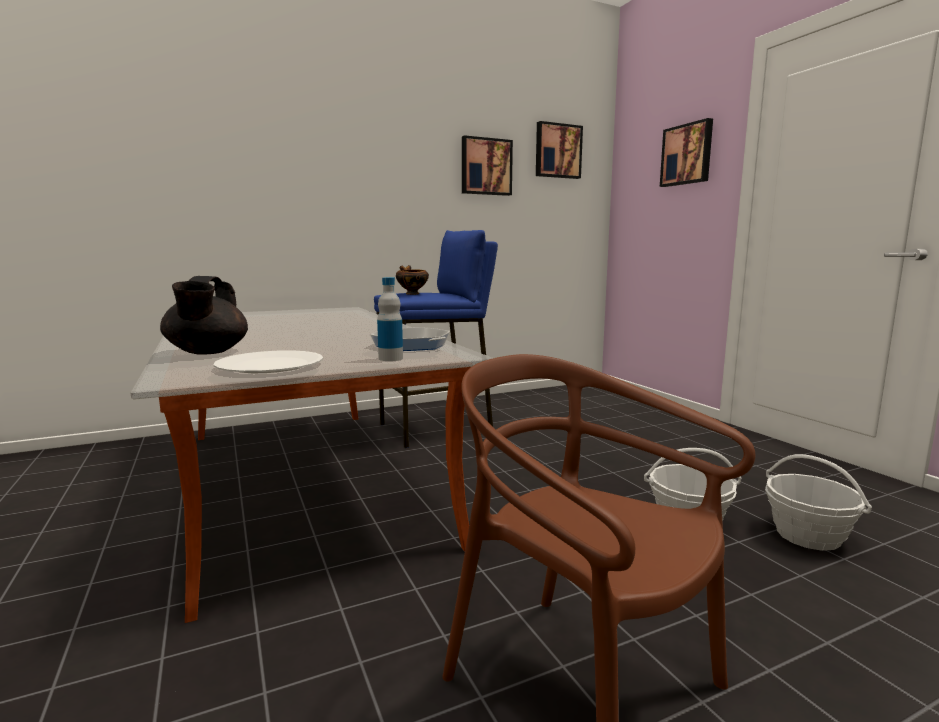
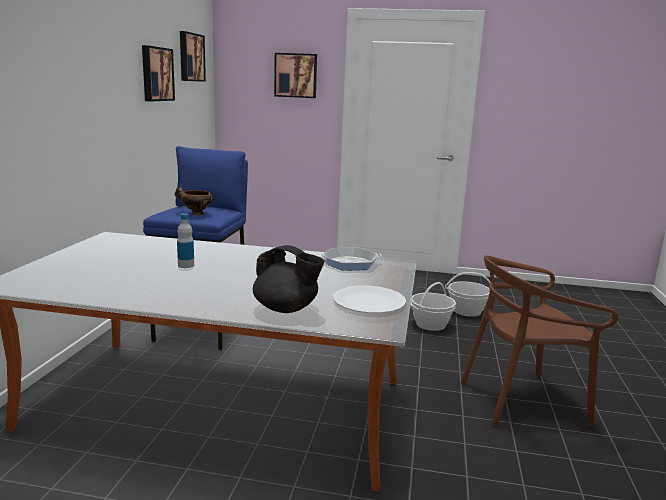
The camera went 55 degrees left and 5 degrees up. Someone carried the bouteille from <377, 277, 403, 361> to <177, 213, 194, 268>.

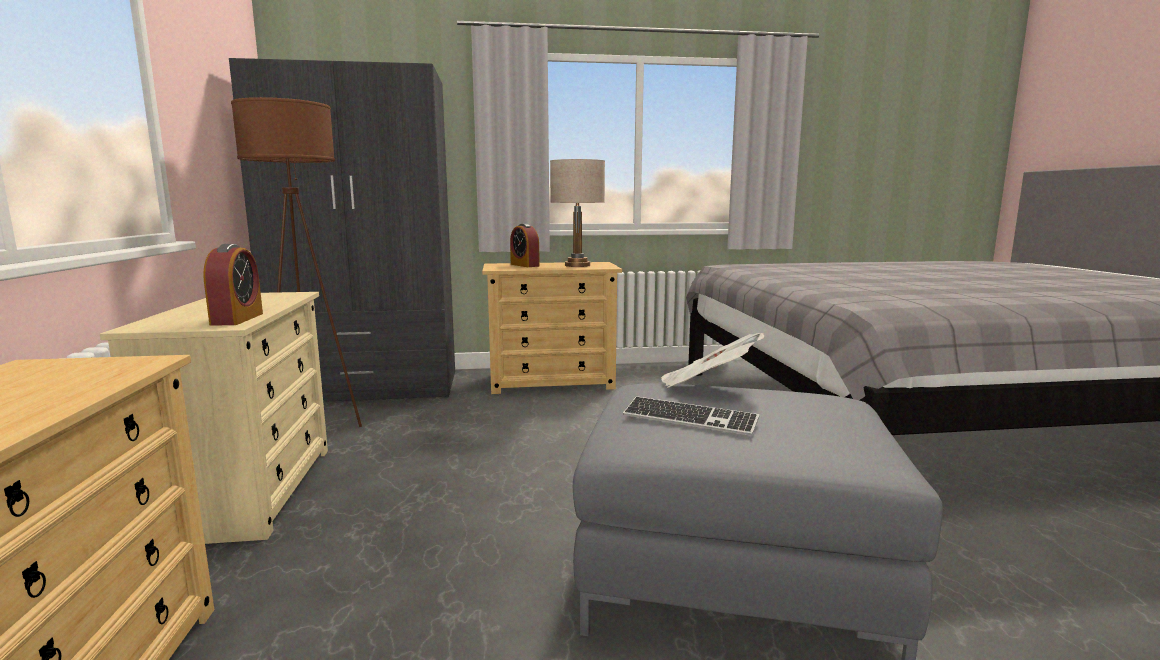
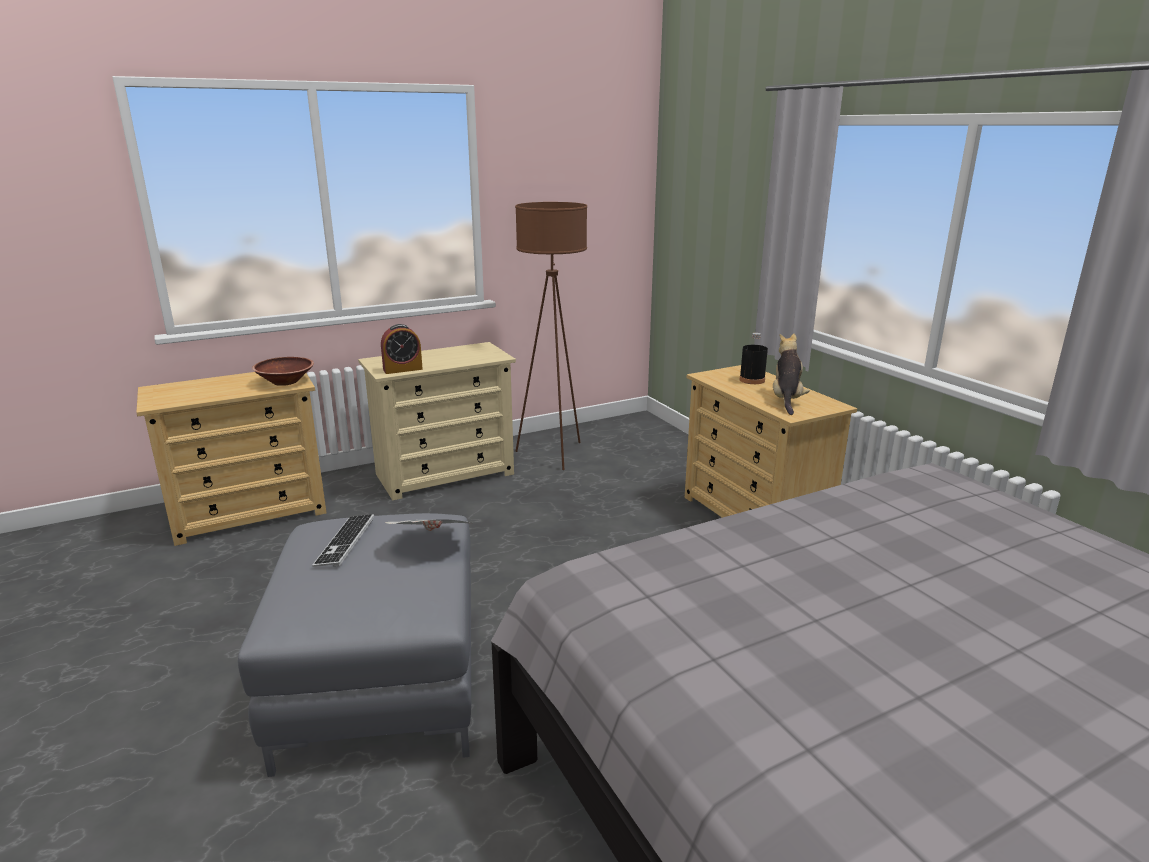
The camera went 70 degrees right and 10 degrees up. Someone took away the armoire (gris) at <229, 58, 455, 402>. Someone swapped the lampe de table (beige) at <550, 159, 605, 267> for the peluche at <773, 333, 810, 415>. Someone swapped the réveil at <510, 224, 540, 267> for the bouteille (noir) at <739, 333, 768, 384>. Someone put down the bol (marron) at <252, 357, 314, 386>.

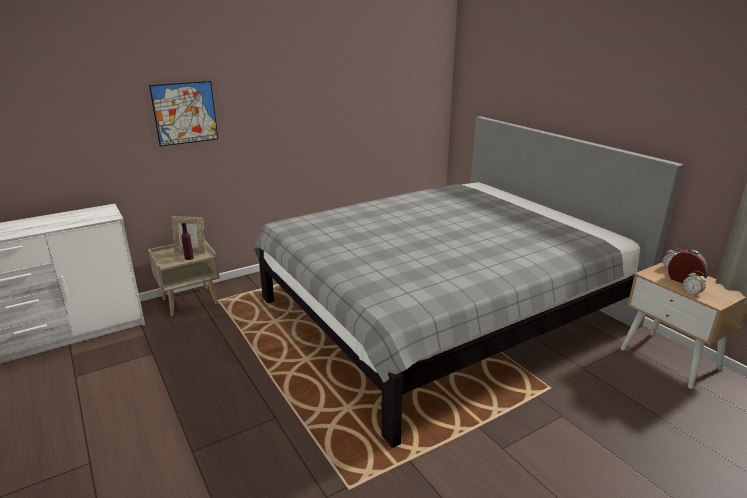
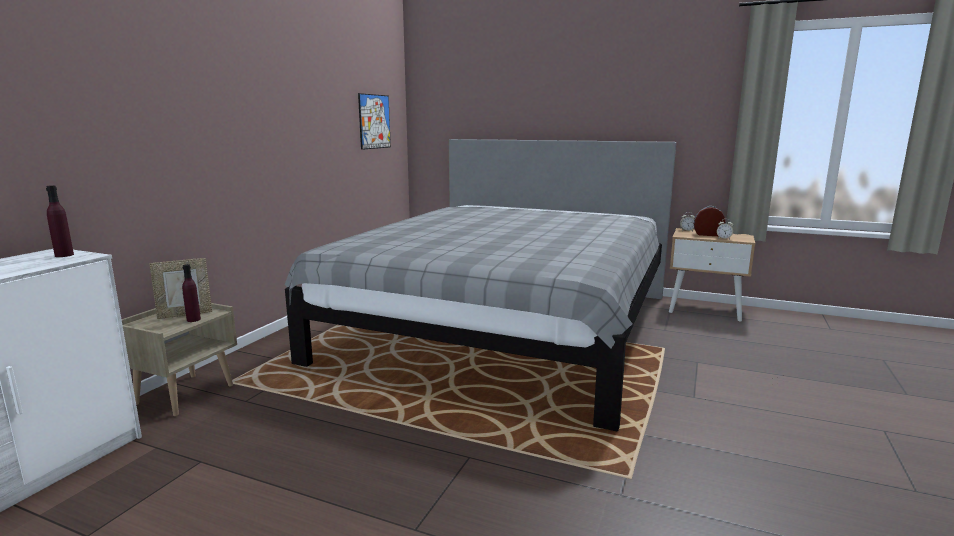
The camera went 35 degrees left and 10 degrees down. Someone carried the tableau from <149, 81, 218, 146> to <358, 93, 391, 150>. Someone put down the bouteille (violet) at <46, 185, 74, 257>.

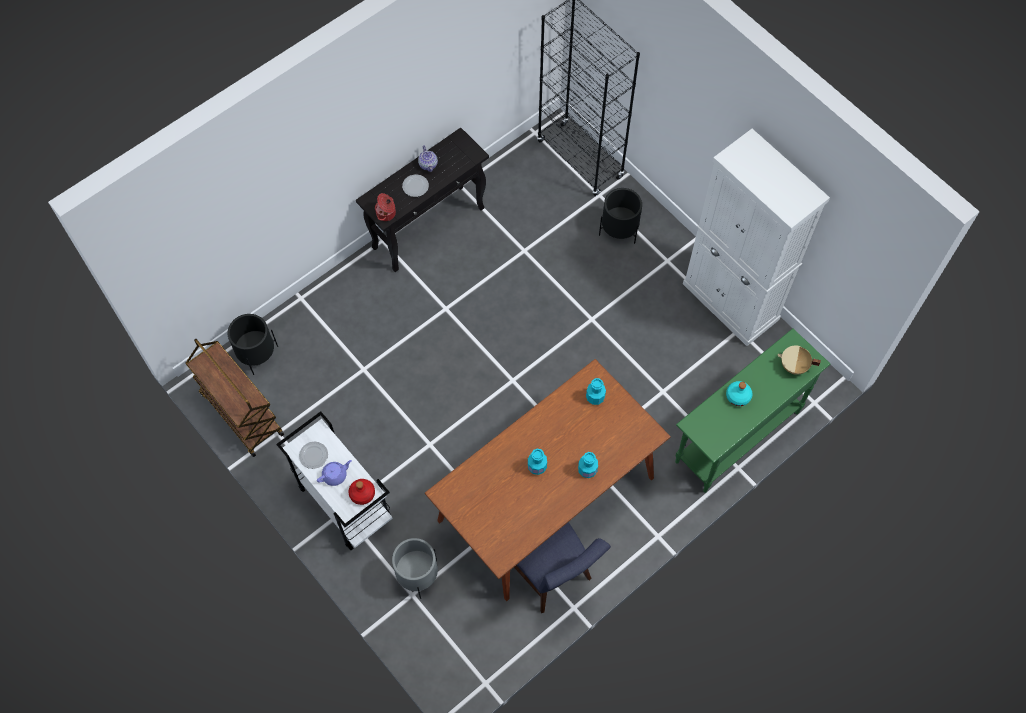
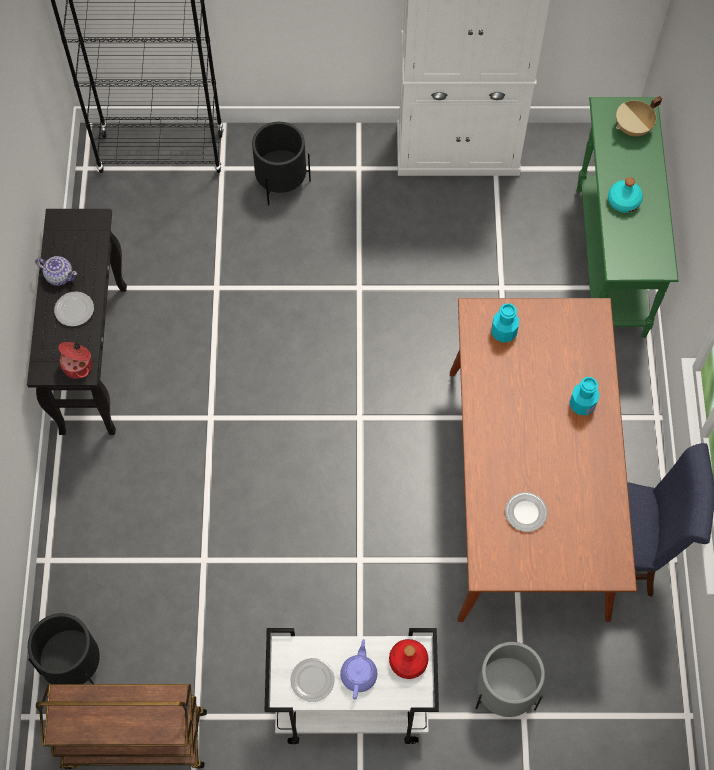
The camera went 50 degrees left and 0 degrees up. Someone took away the bouteille (turquoise) at <528, 449, 547, 475>. Someone put down the assiette at <505, 492, 548, 532>.

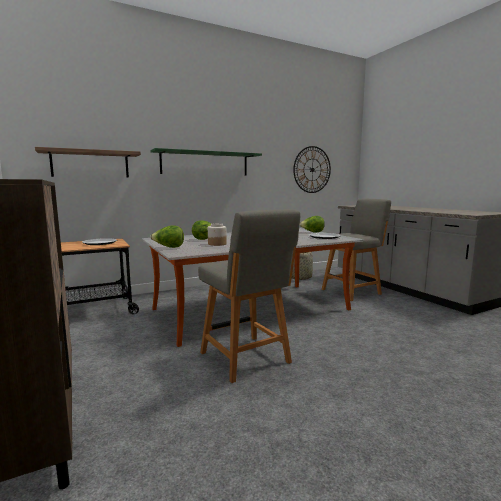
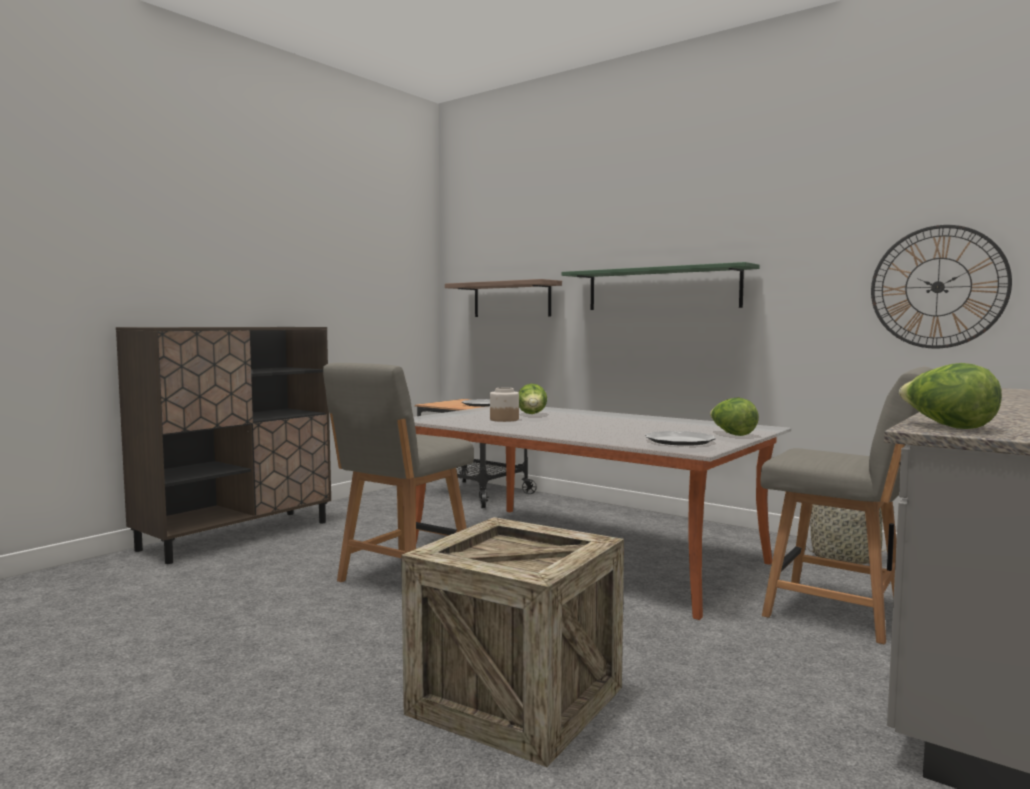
The camera went 65 degrees right and 5 degrees down. Someone carried the laitue from <150, 225, 184, 248> to <899, 363, 1002, 429>. Someone put down the caisse at <401, 517, 624, 767>.

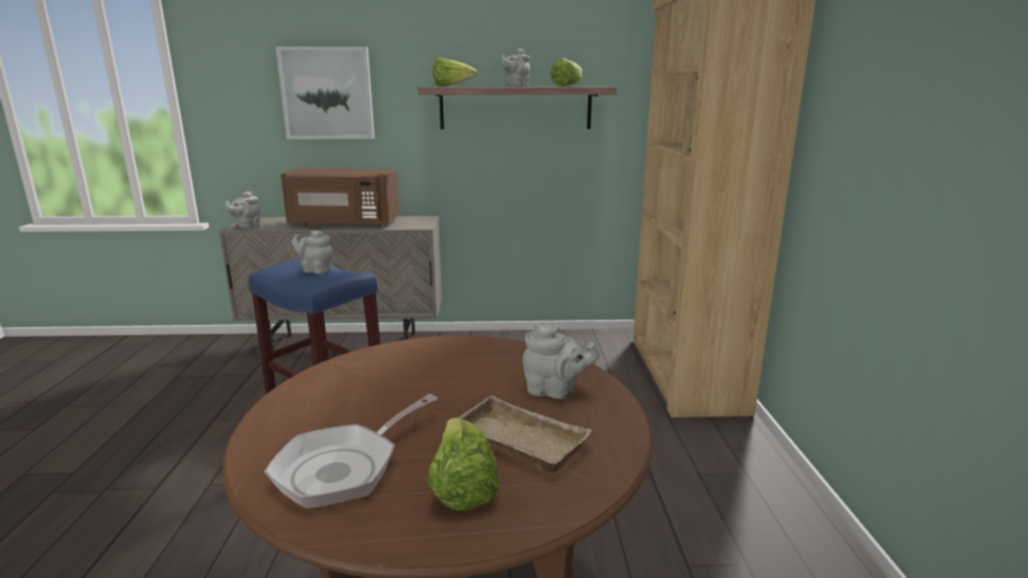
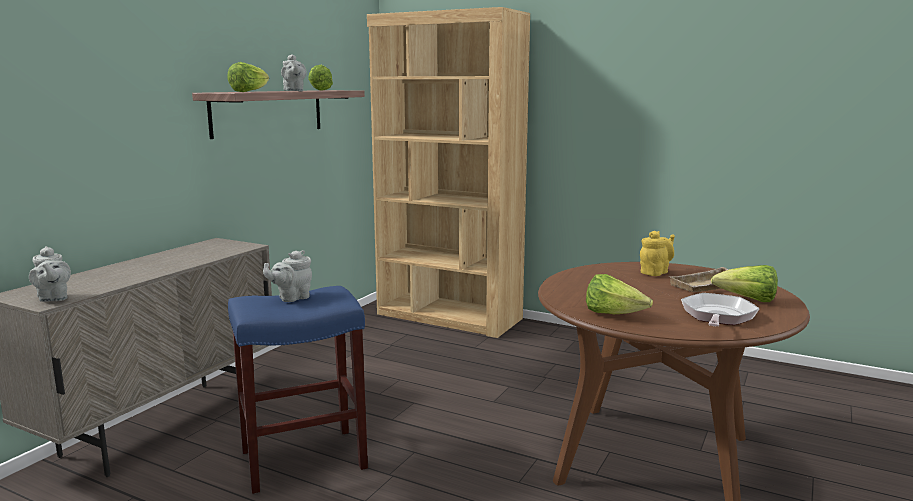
The camera went 60 degrees left and 5 degrees down. Someone took away the tableau at <276, 47, 374, 139>. Someone took away the micro-ondes (marron) at <281, 168, 399, 227>. Someone repainted the théière (gris) at <523, 323, 600, 399>, which became the théière (jaune) at <640, 231, 675, 276>. Someone rotated the poêle at <264, 394, 438, 509> by 135 degrees counterclockwise. Someone put down the laitue at <586, 274, 653, 314>.

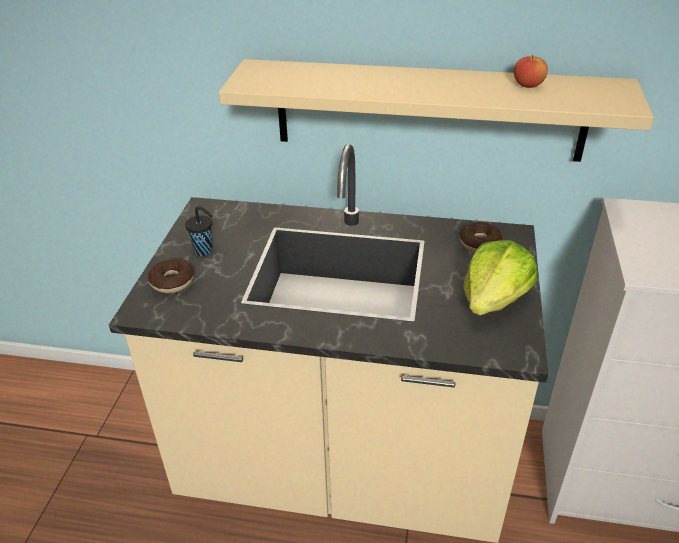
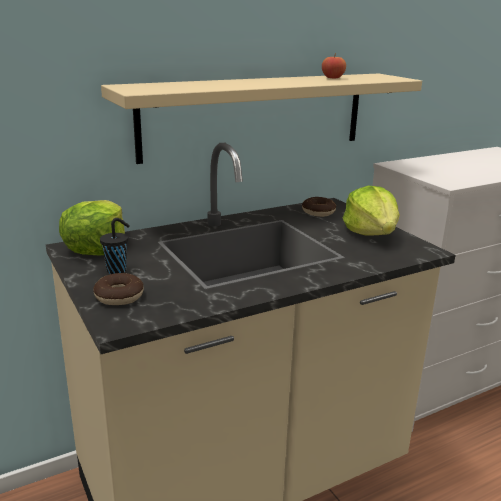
The camera went 40 degrees left and 15 degrees down. Someone put down the laitue at <59, 200, 125, 255>.

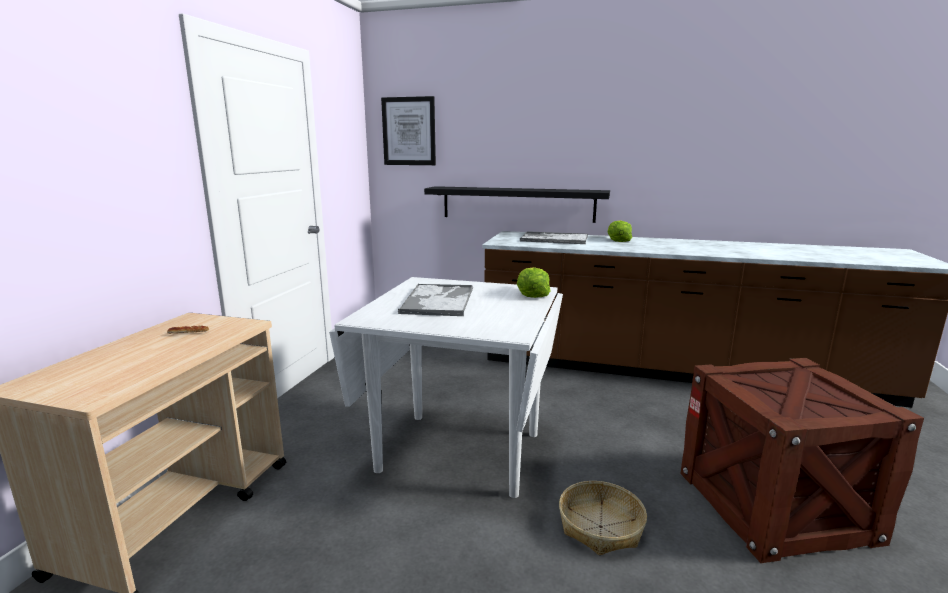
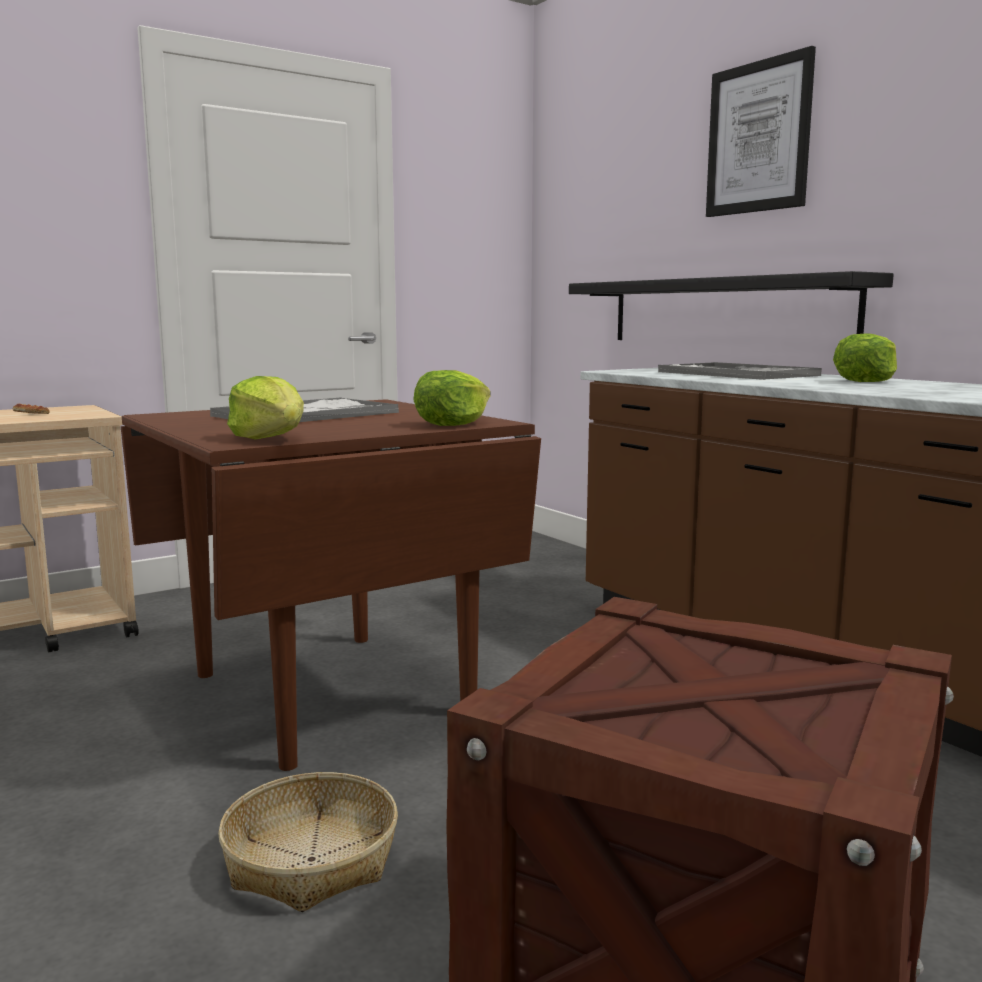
The camera went 40 degrees right and 5 degrees down. Someone carried the tableau from <381, 96, 436, 165> to <706, 46, 816, 217>. Someone repainted the table à manger (blanc) at <329, 277, 563, 498>, which became the table à manger (marron) at <121, 399, 541, 771>. Someone put down the laitue at <227, 376, 304, 439>.

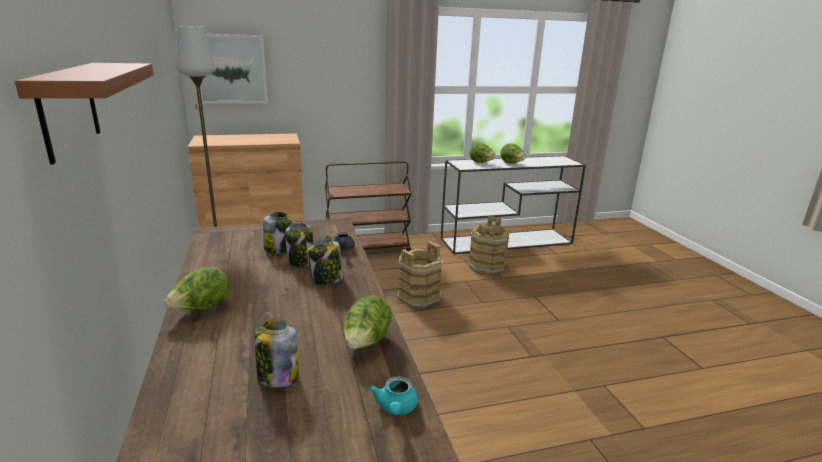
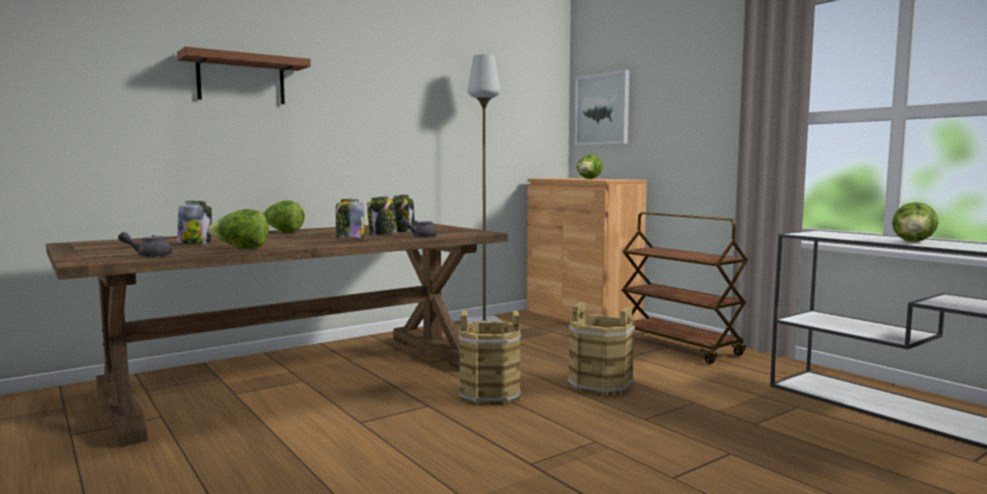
The camera went 70 degrees right and 15 degrees down. Someone carried the laitue from <469, 143, 496, 163> to <577, 154, 603, 179>. Someone carried the seau (marron) from <468, 216, 510, 275> to <458, 311, 521, 405>. Someone repainted the théière (turquoise) at <369, 377, 418, 415>, which became the théière (gris) at <118, 232, 172, 257>.

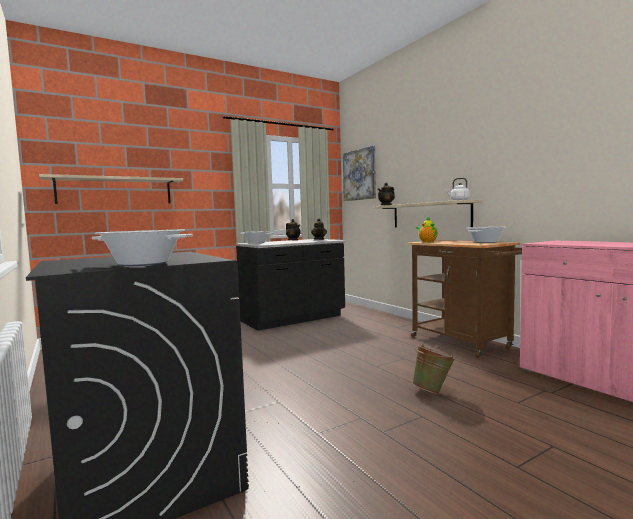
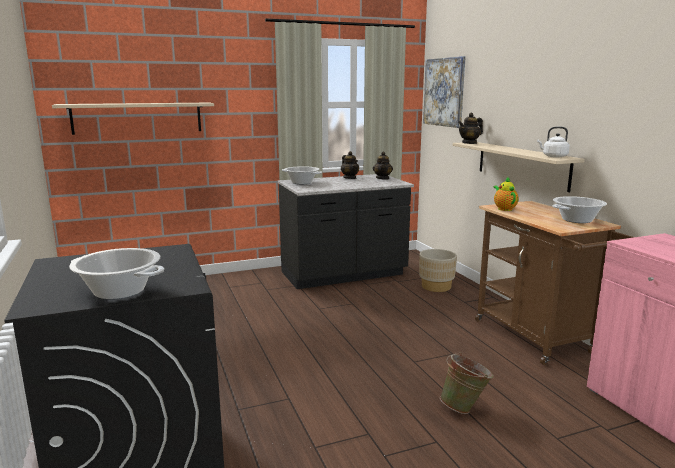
The camera went 10 degrees right and 10 degrees up. Someone put down the cache-pot (beige) at <419, 249, 457, 292>.

